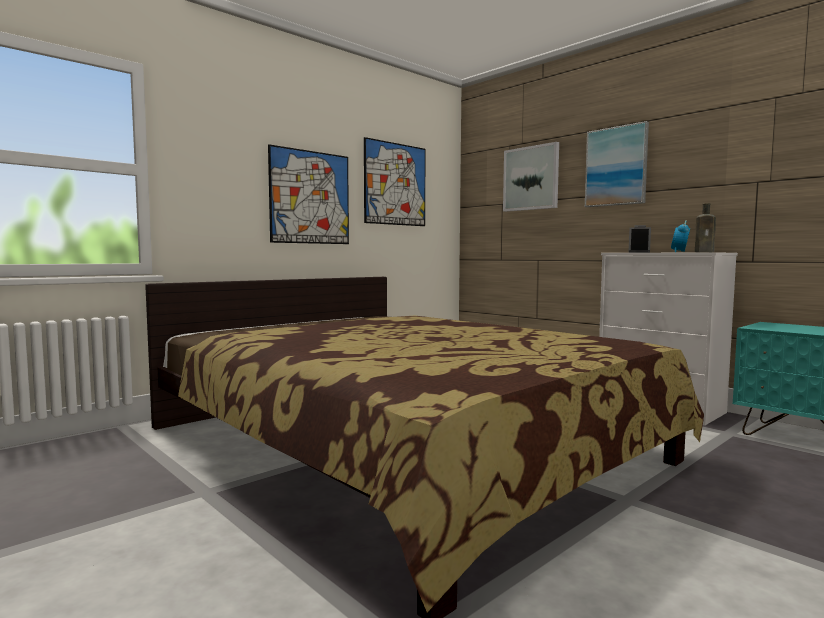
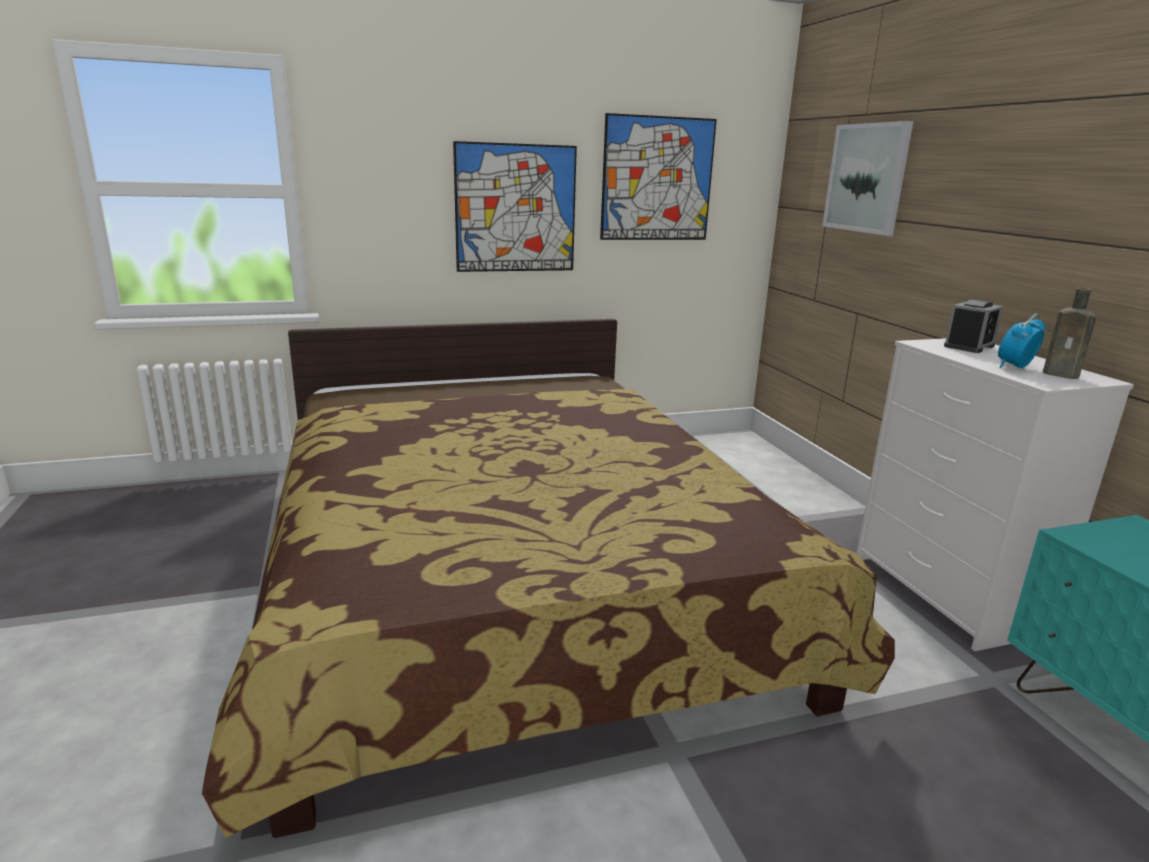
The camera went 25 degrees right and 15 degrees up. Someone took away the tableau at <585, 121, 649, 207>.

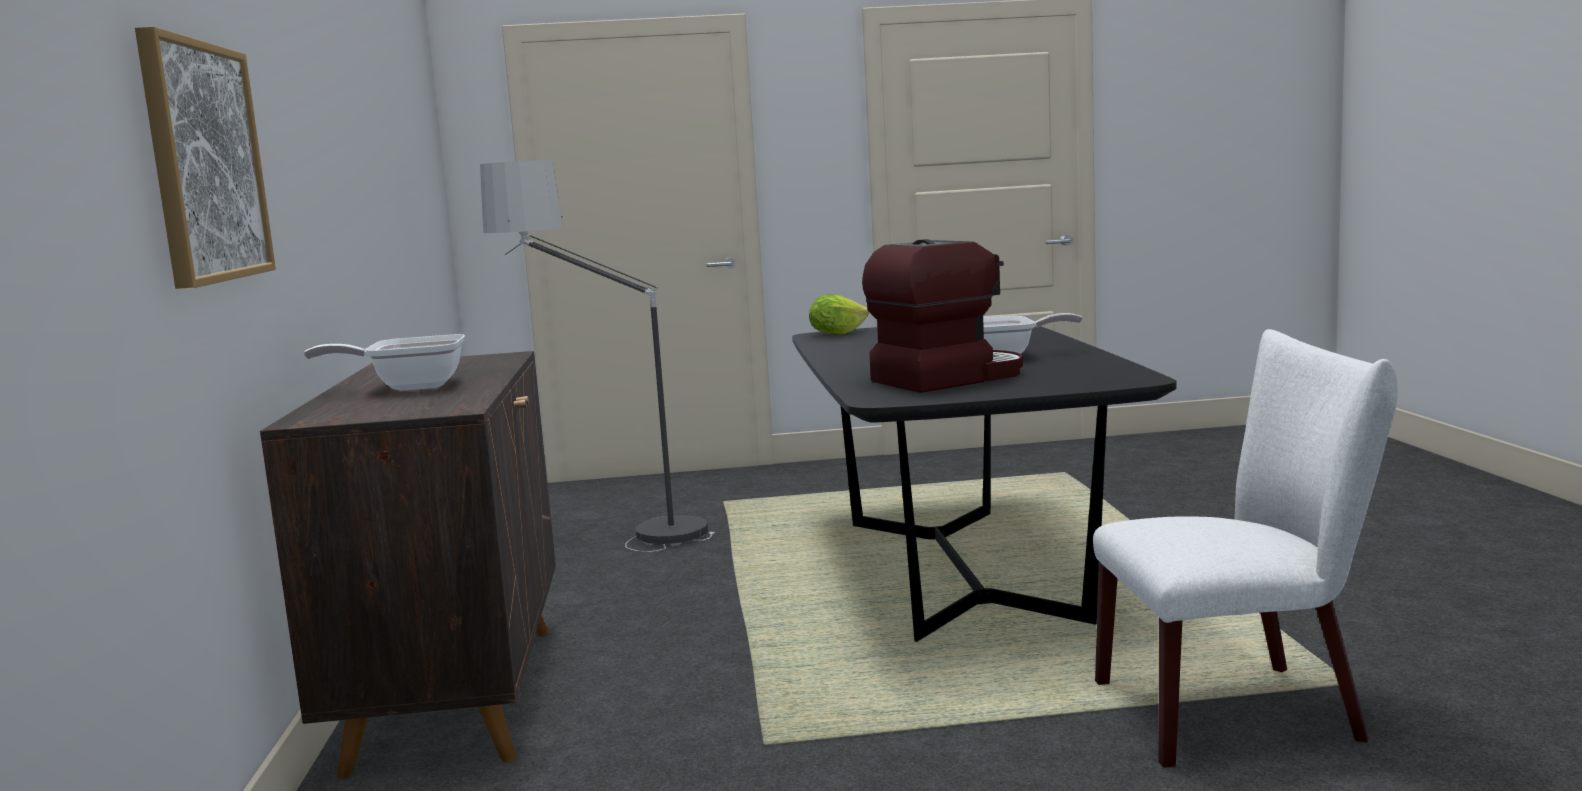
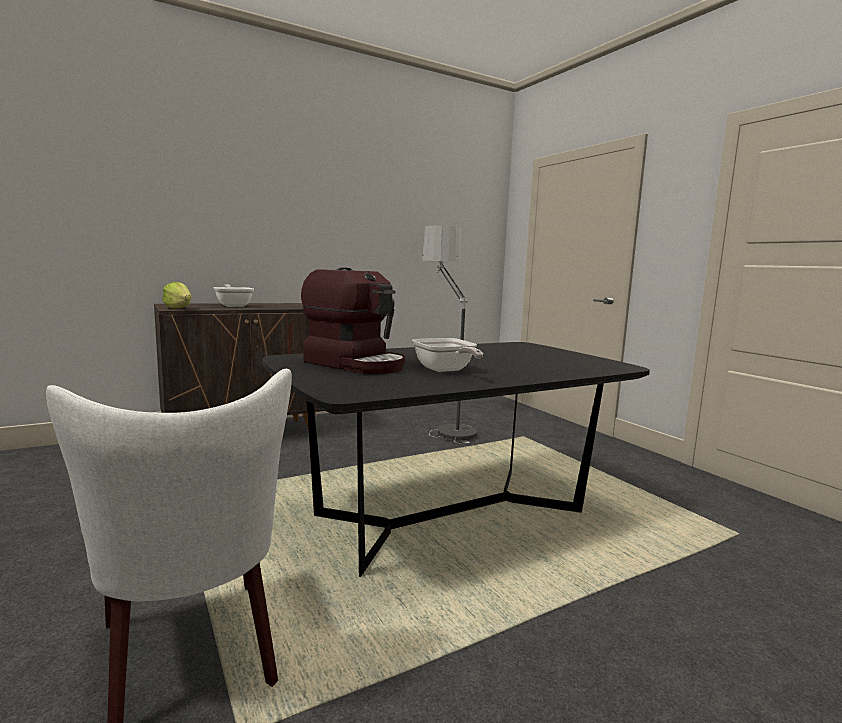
The camera went 65 degrees right and 0 degrees up. Someone took away the tableau at <135, 26, 276, 289>. Someone carried the laitue from <809, 294, 869, 335> to <162, 282, 191, 309>.

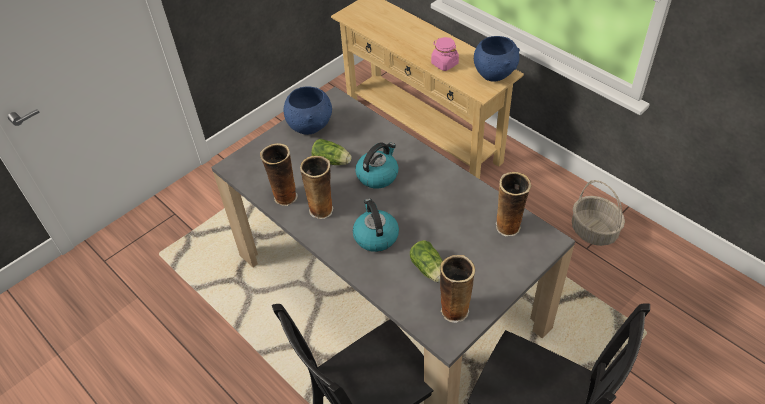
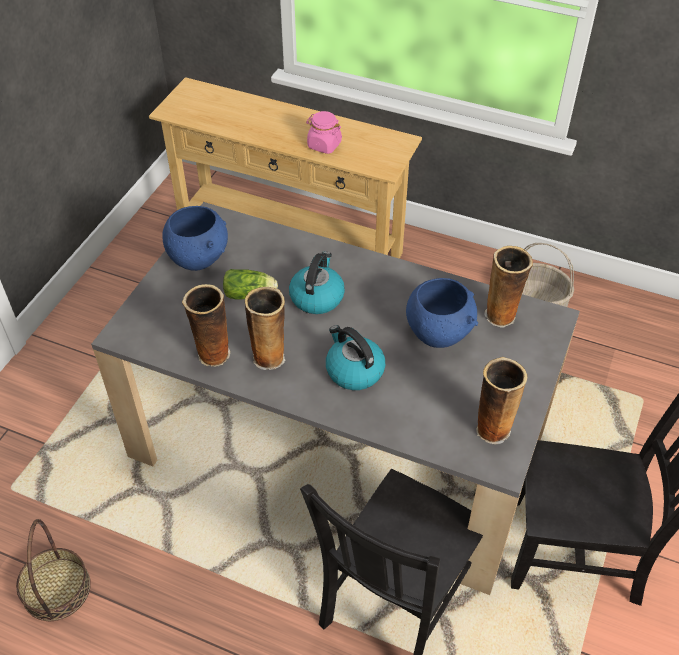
The camera went 25 degrees left and 0 degrees up. Someone carried the bol (bleu) from <474, 36, 520, 82> to <406, 278, 478, 348>. Someone took away the laitue at <410, 240, 443, 282>. Someone put down the panier at <16, 519, 91, 621>.

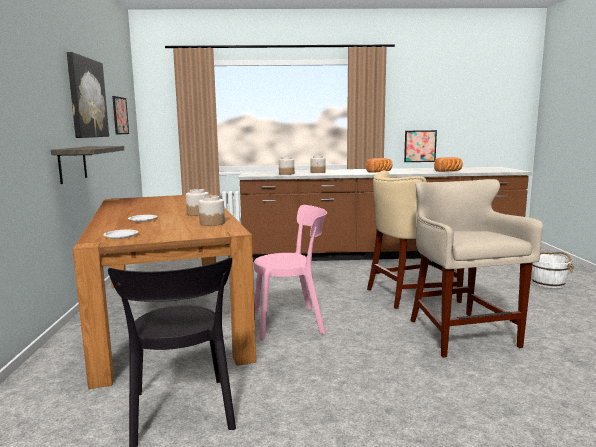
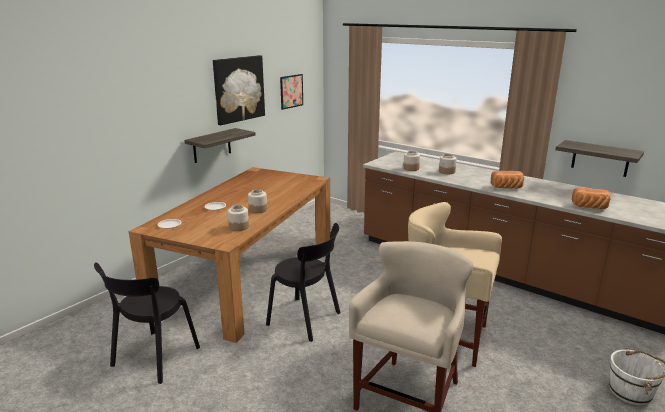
The camera went 40 degrees right and 10 degrees up. Someone swapped the tableau at <404, 130, 437, 162> for the étagère at <556, 140, 644, 177>. Someone repainted the chaise (rose) at <254, 205, 327, 340>, which became the chaise (noir) at <266, 223, 340, 342>.

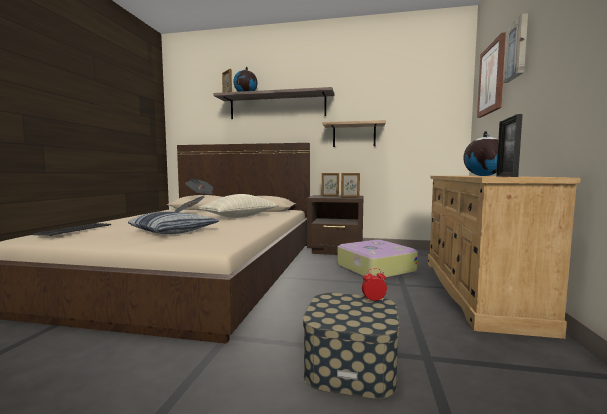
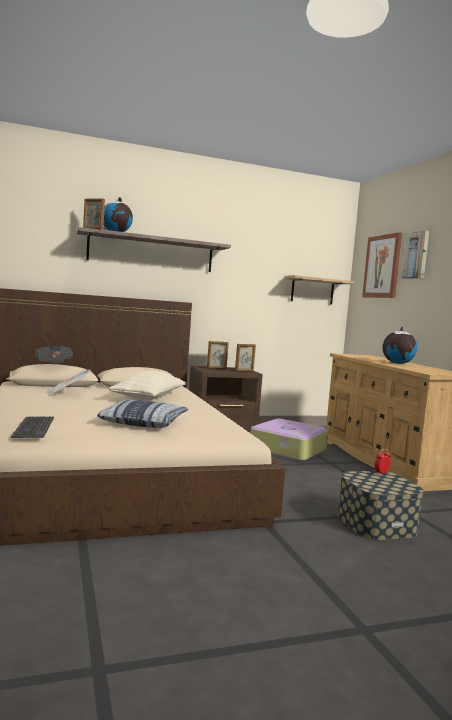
The camera went 30 degrees left and 0 degrees up. Someone took away the cadre photo at <496, 114, 523, 177>. Someone carried the étagère from <323, 120, 386, 147> to <284, 275, 354, 305>.

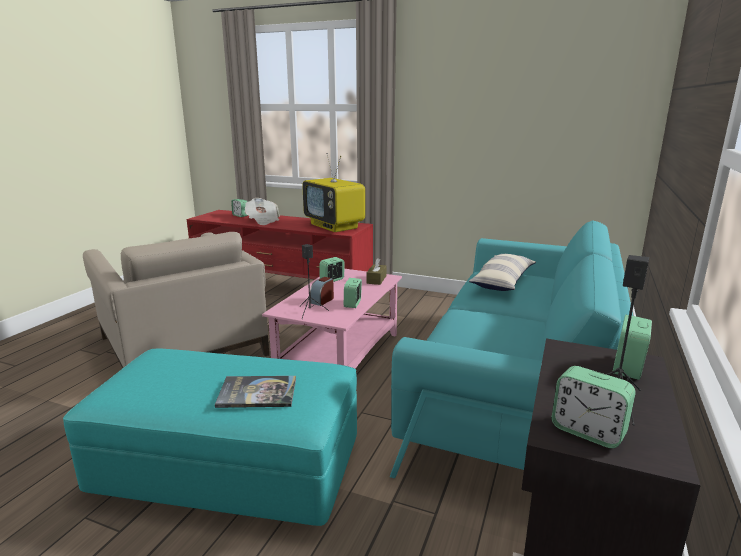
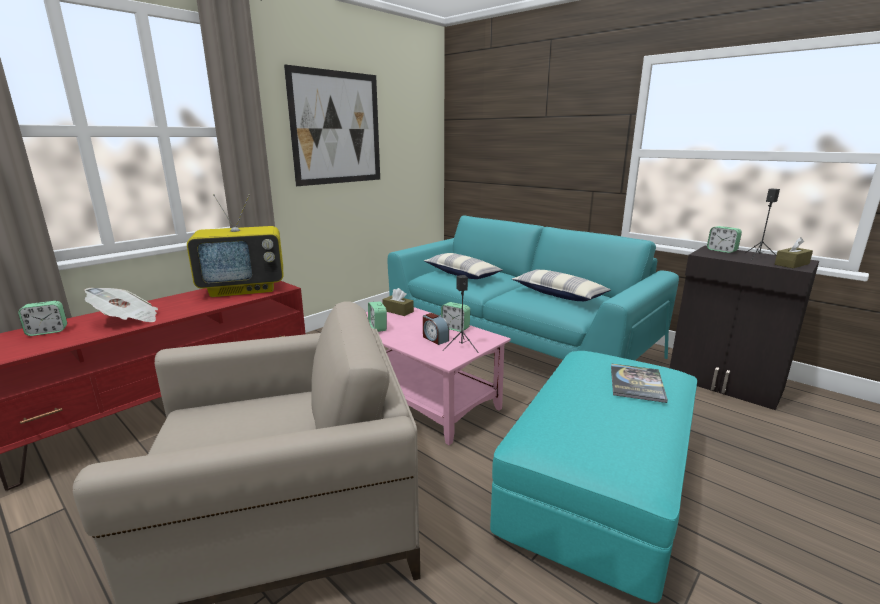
The camera went 70 degrees left and 0 degrees up. Someone swapped the réveil at <552, 366, 636, 448> for the boîte à mouchoirs (marron) at <775, 237, 813, 268>. Someone put up the tableau at <284, 65, 380, 186>. Someone put down the coussin at <512, 270, 611, 301>.

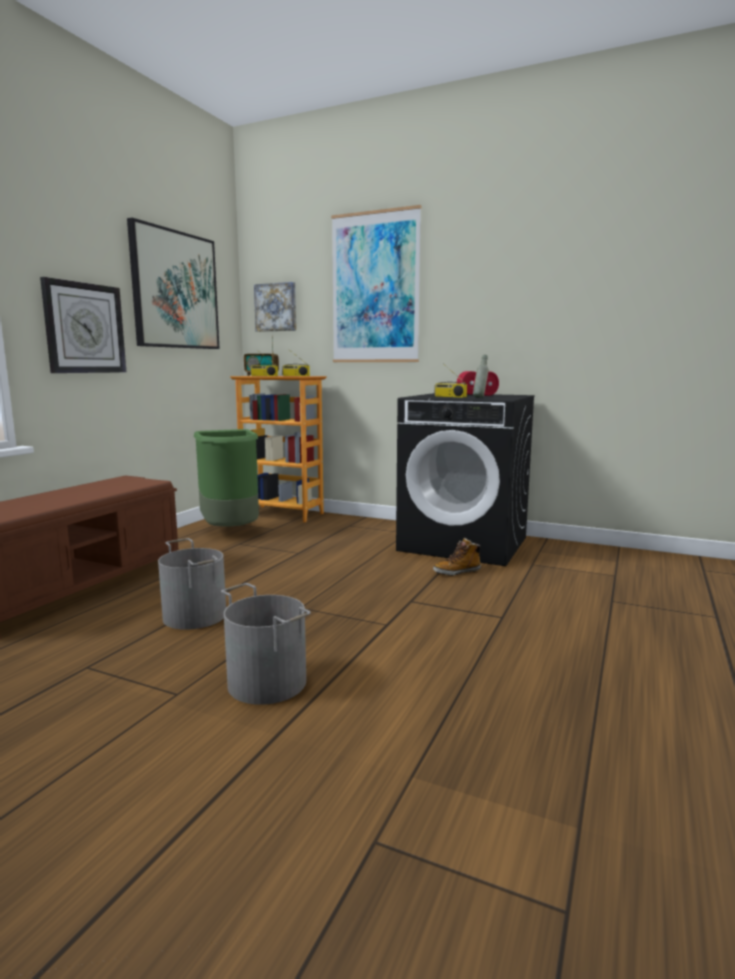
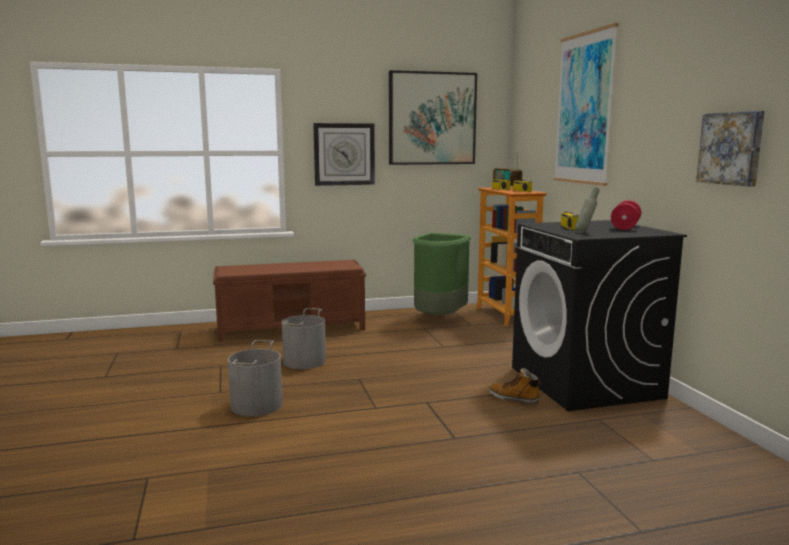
The camera went 50 degrees right and 0 degrees up. Someone carried the tableau from <254, 282, 296, 332> to <696, 111, 765, 186>.

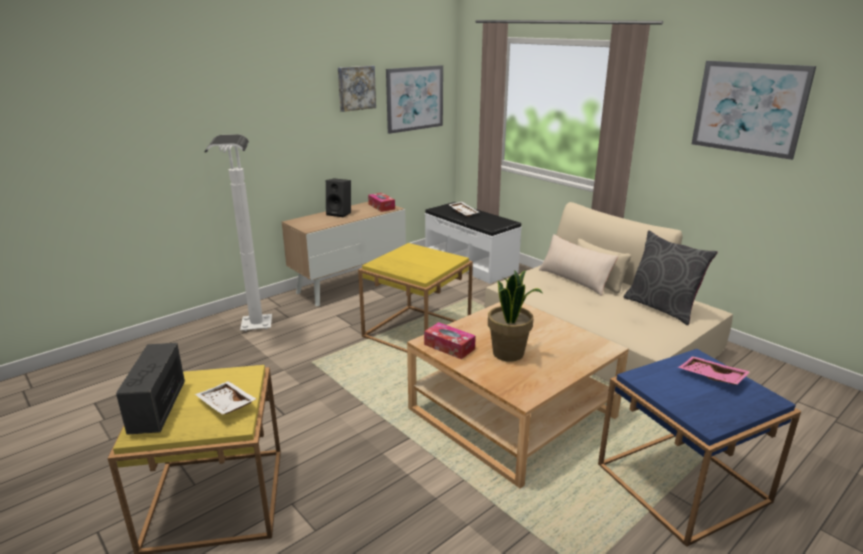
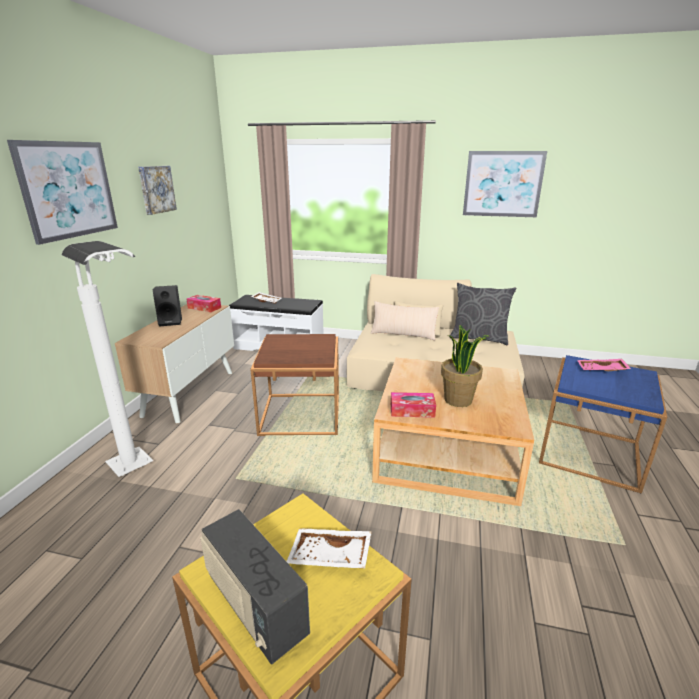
The camera went 35 degrees left and 0 degrees up. Someone carried the tableau from <386, 65, 443, 134> to <7, 140, 118, 245>. Someone repainted the table d'appoint (jaune) at <358, 243, 473, 353>, which became the table d'appoint (marron) at <250, 334, 339, 436>.

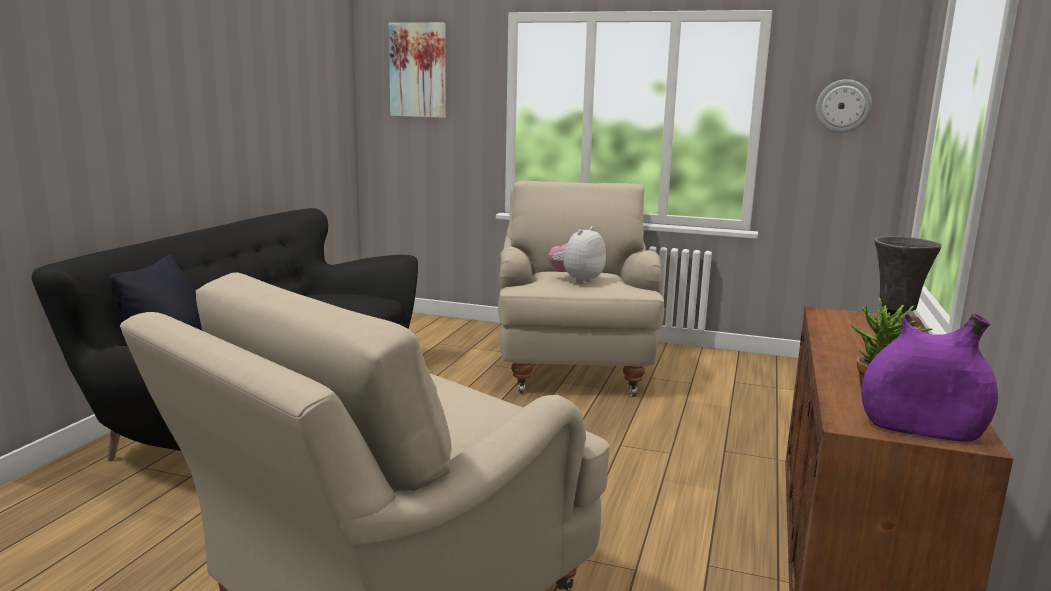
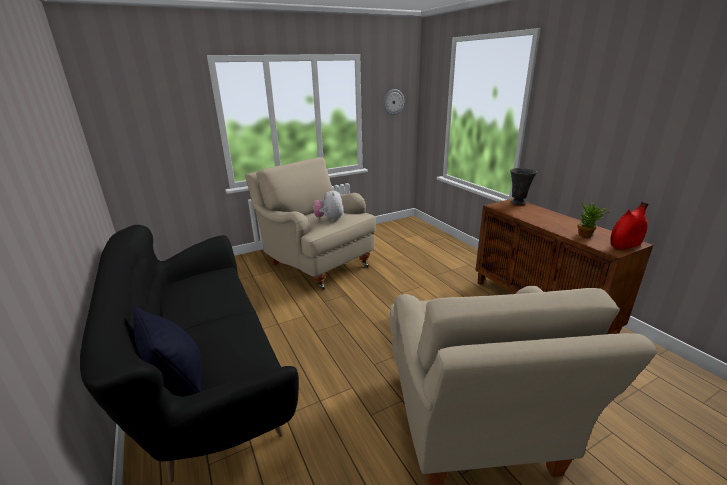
The camera went 45 degrees left and 10 degrees up. Someone took away the tableau at <389, 23, 446, 118>. Someone repainted the vase (violet) at <861, 314, 998, 442>, which became the vase (rouge) at <610, 202, 649, 250>.

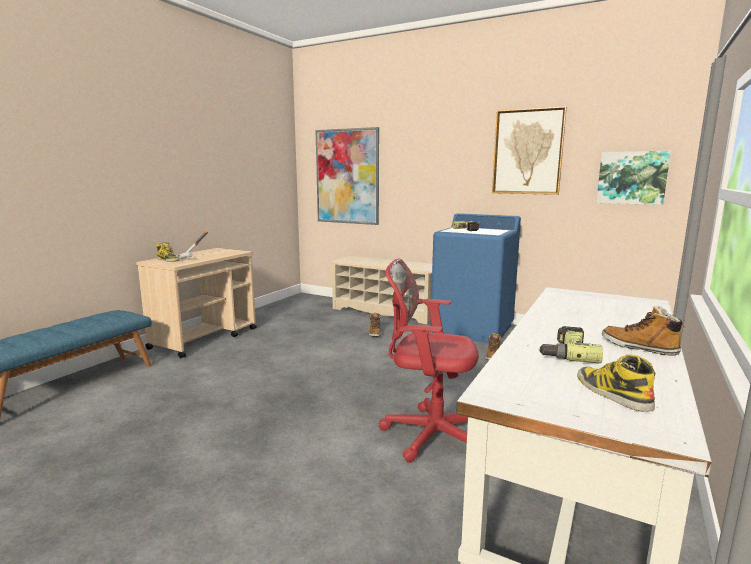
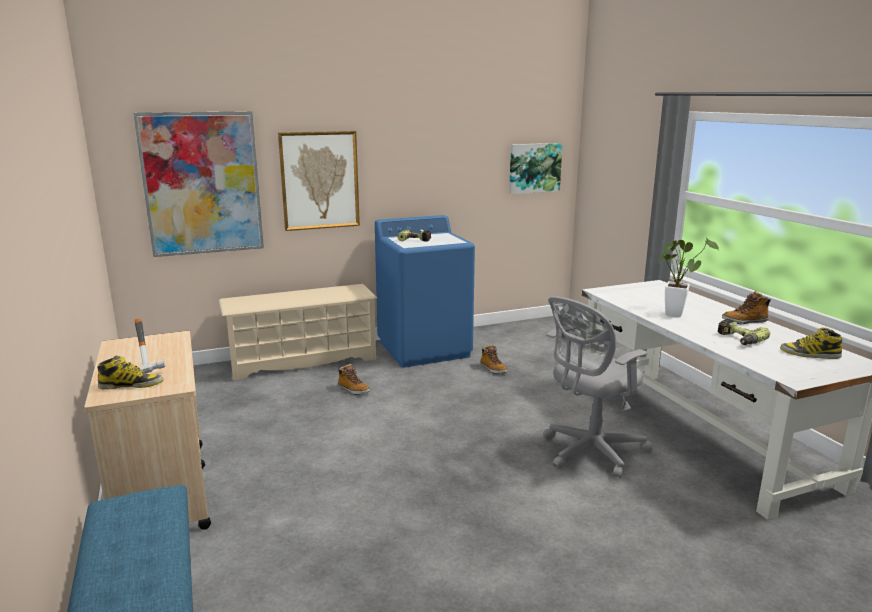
The camera went 50 degrees left and 5 degrees up. Someone carried the tableau from <492, 106, 567, 195> to <278, 131, 360, 231>. Someone repainted the chaise de bureau (rouge) at <379, 258, 479, 463>, which became the chaise de bureau (gris) at <543, 296, 653, 479>. Someone put down the plante en pot at <658, 237, 719, 317>.

